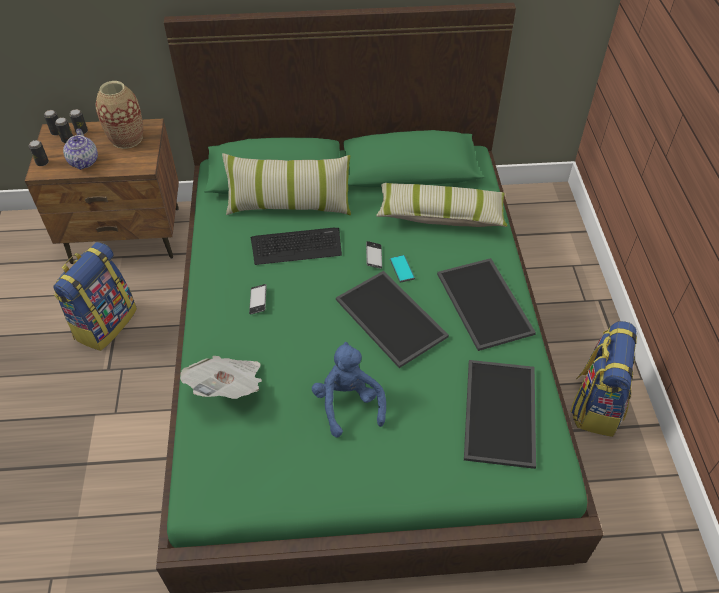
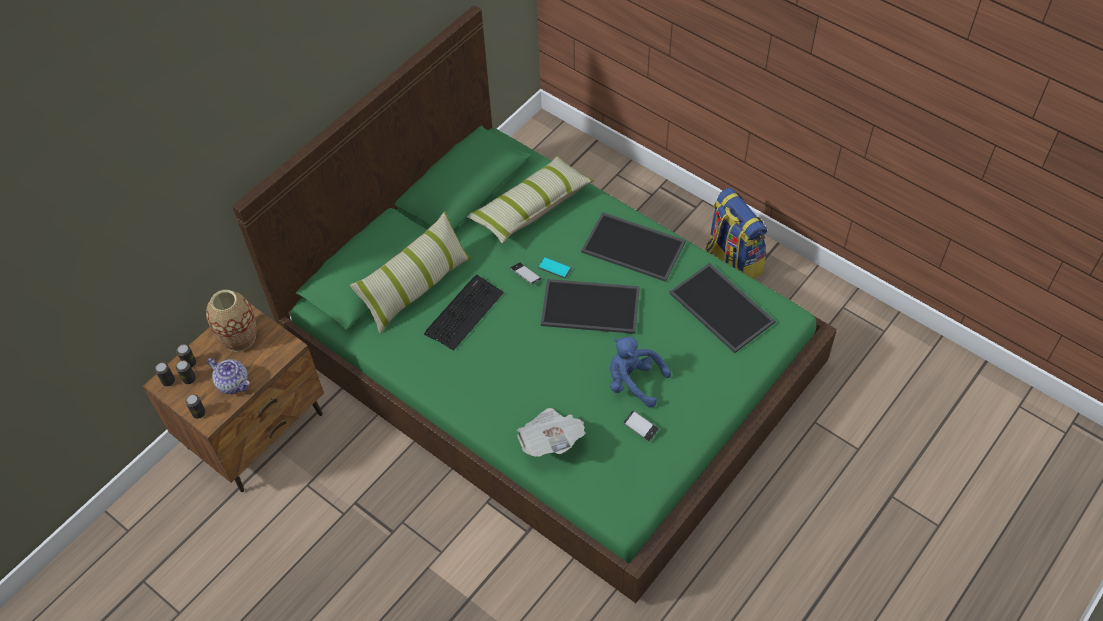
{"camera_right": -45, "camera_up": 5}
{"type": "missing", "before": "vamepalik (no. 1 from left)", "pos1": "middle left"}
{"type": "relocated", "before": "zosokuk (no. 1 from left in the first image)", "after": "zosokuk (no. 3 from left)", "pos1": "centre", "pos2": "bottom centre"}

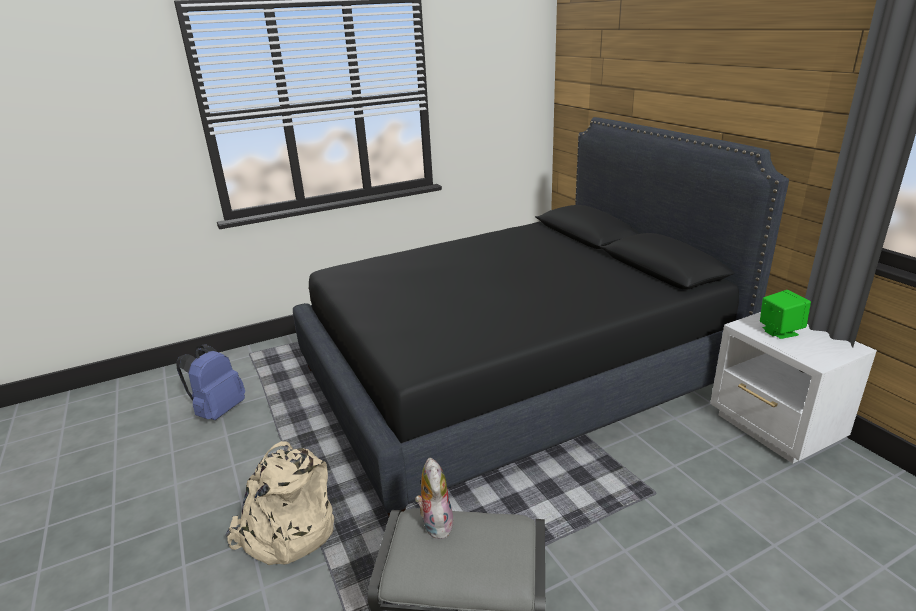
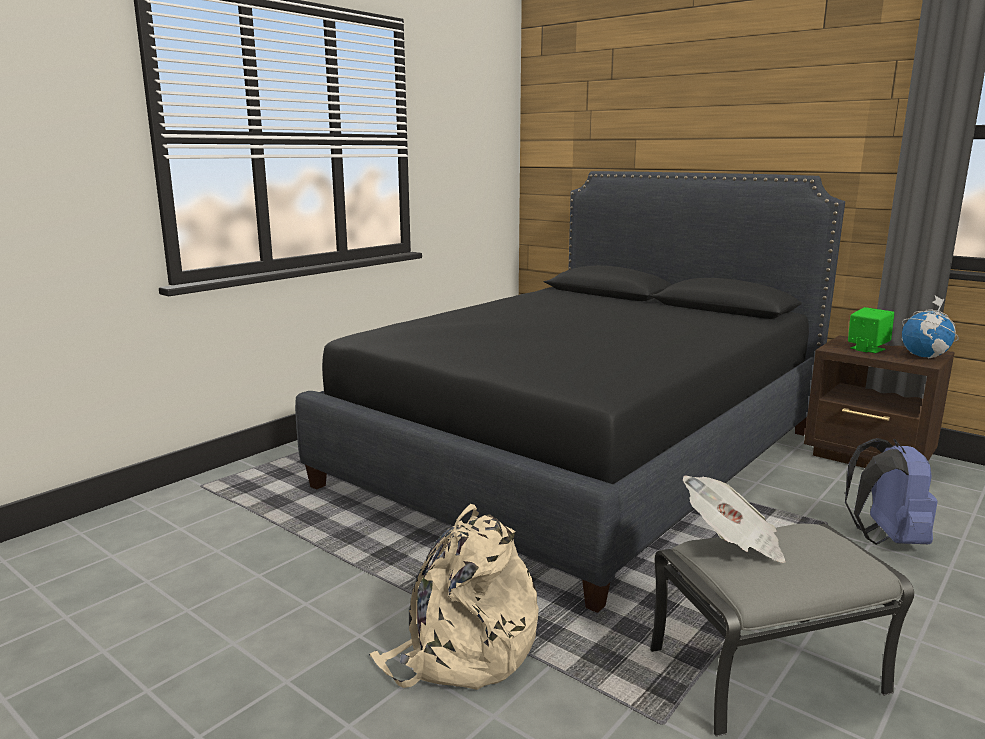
{"camera_right": -25, "camera_up": -10}
{"type": "colour", "before": "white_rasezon", "after": "brown_rasezon", "pos1": "middle right", "pos2": "middle right"}
{"type": "relocated", "before": "blue_vamepalik", "pos1": "middle left", "pos2": "middle right"}
{"type": "exchanged", "before": "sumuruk", "after": "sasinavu", "pos1": "bottom centre", "pos2": "bottom right"}
{"type": "appeared", "after": "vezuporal", "pos2": "middle right"}

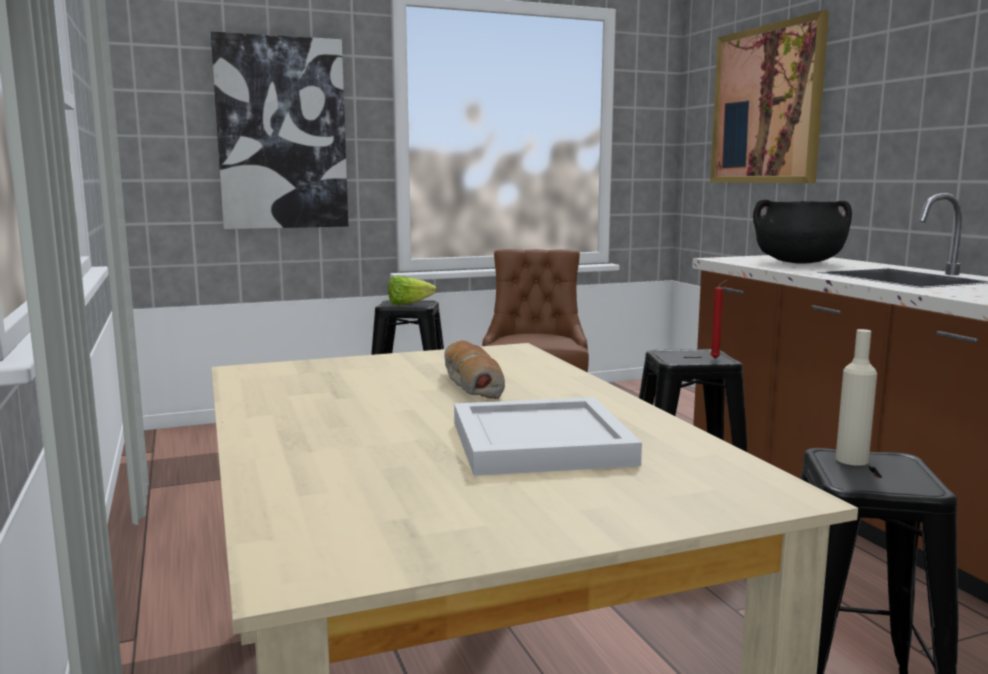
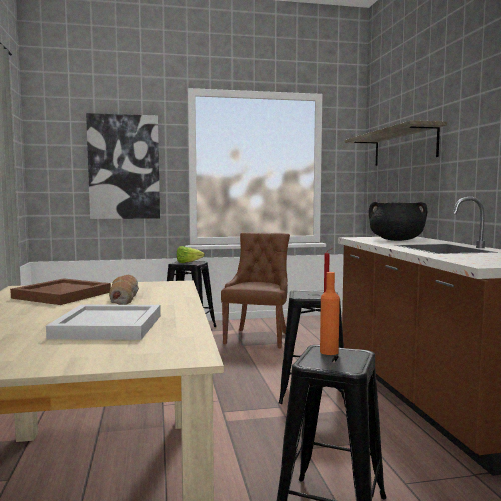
{"camera_right": 10, "camera_up": -5}
{"type": "exchanged", "before": "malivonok (no. 2 from left)", "after": "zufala", "pos1": "top right", "pos2": "top right"}
{"type": "colour", "before": "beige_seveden", "after": "orange_seveden", "pos1": "middle right", "pos2": "centre"}
{"type": "appeared", "after": "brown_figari", "pos2": "middle left"}

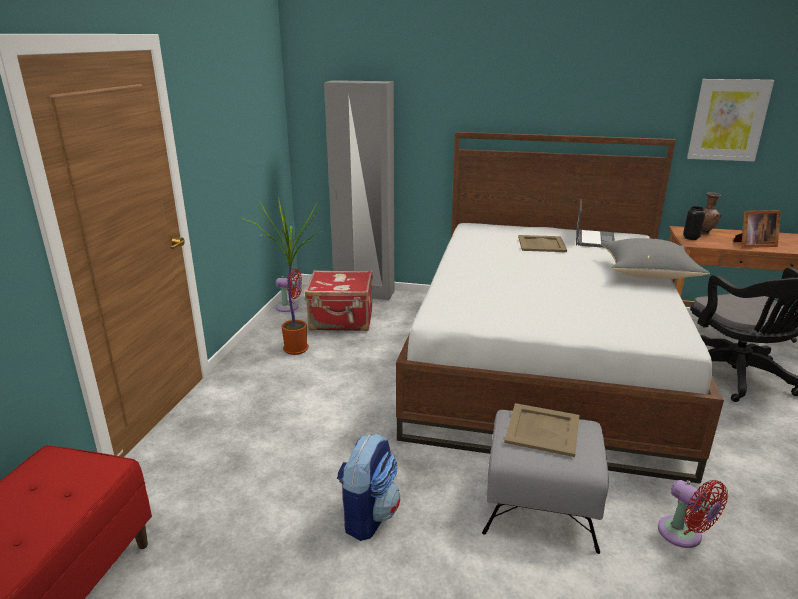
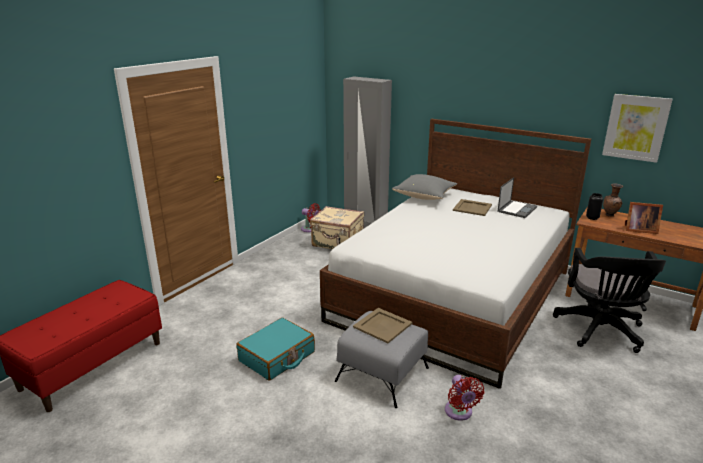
{"camera_right": 20, "camera_up": 0}
{"type": "missing", "before": "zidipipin", "pos1": "centre"}
{"type": "relocated", "before": "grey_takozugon", "pos1": "middle right", "pos2": "centre"}
{"type": "colour", "before": "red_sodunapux", "after": "beige_sodunapux", "pos1": "centre", "pos2": "centre"}
{"type": "exchanged", "before": "vamepalik", "after": "turquoise_sodunapux", "pos1": "bottom centre", "pos2": "bottom centre"}

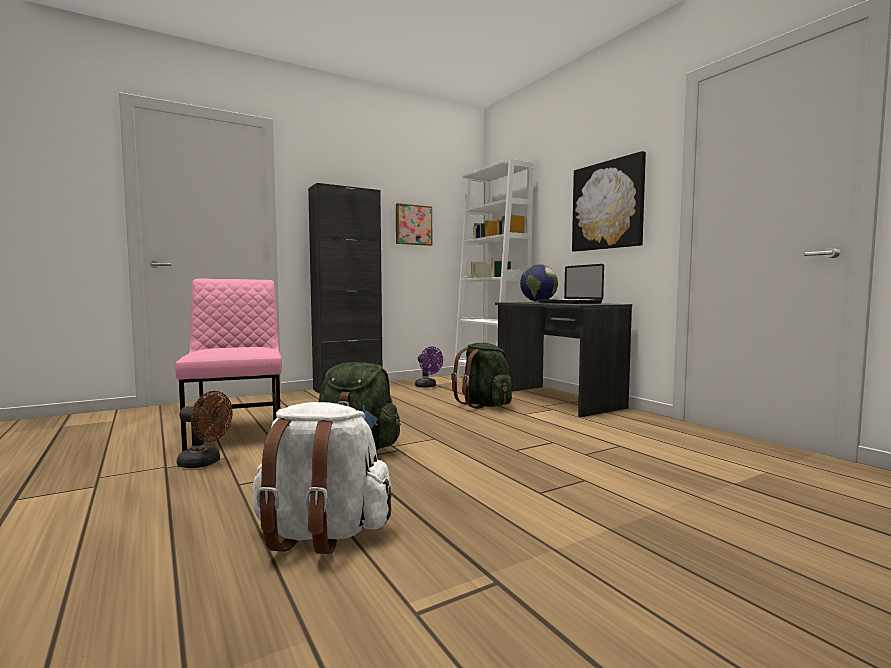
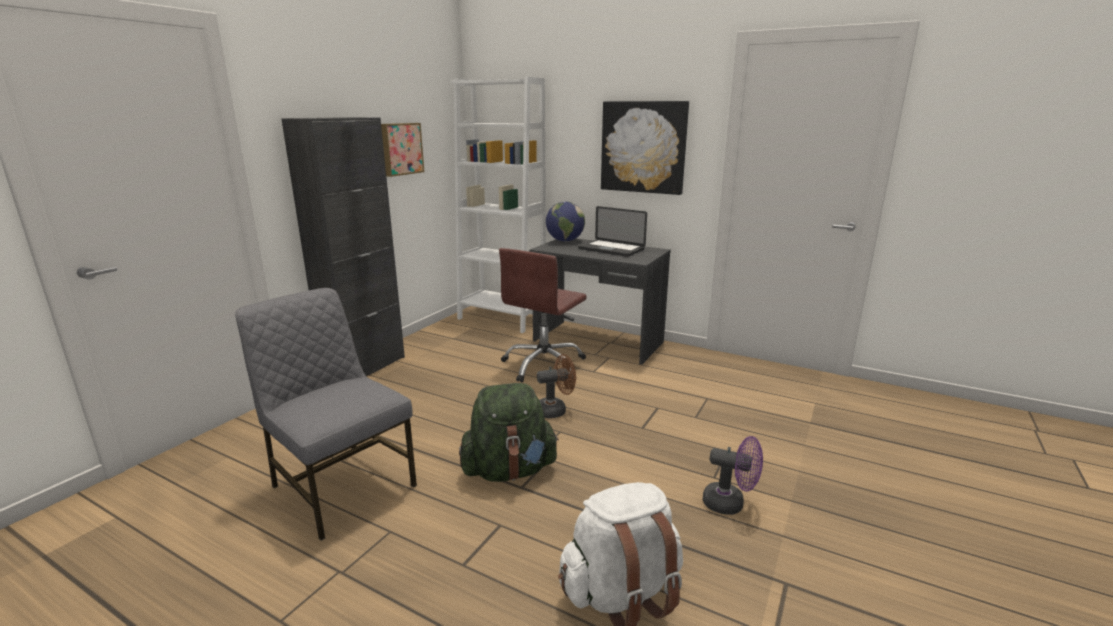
{"camera_right": -30, "camera_up": 15}
{"type": "colour", "before": "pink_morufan", "after": "grey_morufan", "pos1": "middle left", "pos2": "middle left"}
{"type": "exchanged", "before": "green_vamepalik (no. 2 from left)", "after": "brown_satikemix", "pos1": "centre", "pos2": "centre"}
{"type": "relocated", "before": "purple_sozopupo", "pos1": "centre", "pos2": "bottom centre"}
{"type": "relocated", "before": "brown_sozopupo", "pos1": "middle left", "pos2": "centre"}

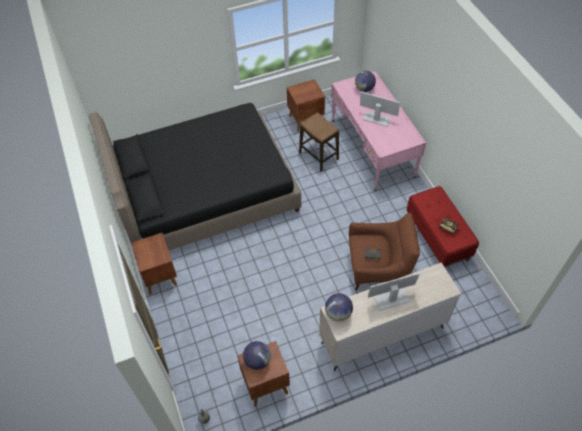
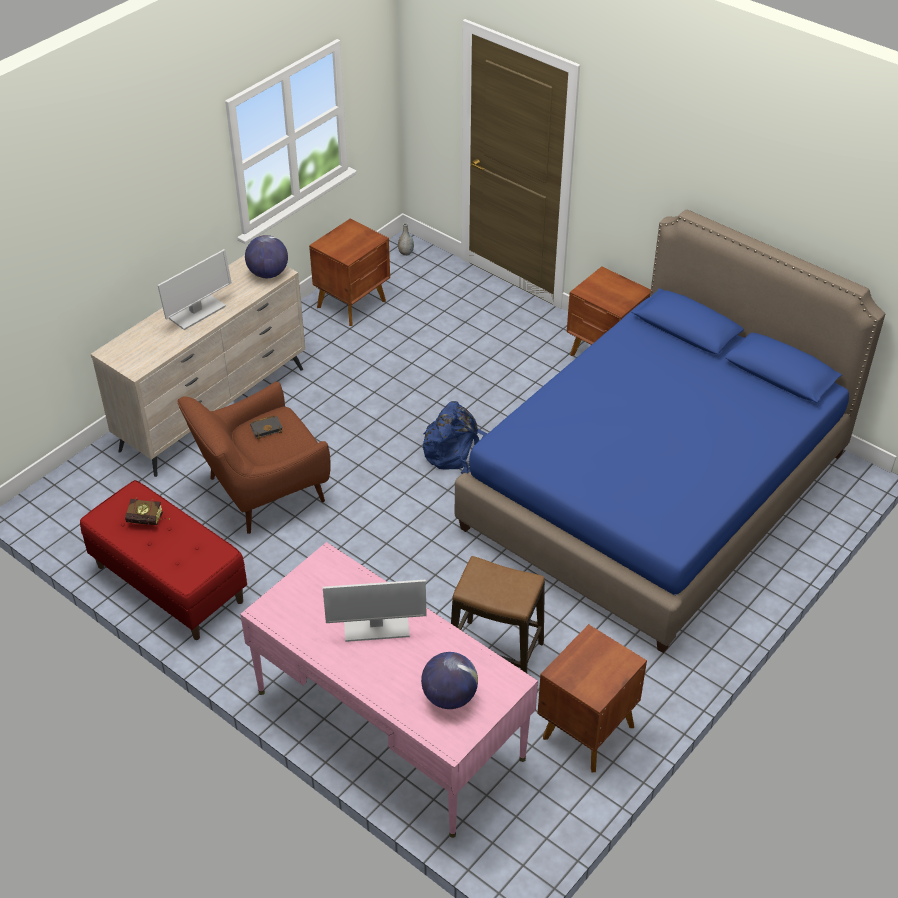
{"camera_right": 150, "camera_up": -10}
{"type": "colour", "before": "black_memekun", "after": "blue_memekun", "pos1": "centre", "pos2": "middle right"}
{"type": "missing", "before": "vezuporal (no. 1 from left)", "pos1": "bottom centre"}
{"type": "appeared", "after": "blue_vamepalik", "pos2": "centre"}

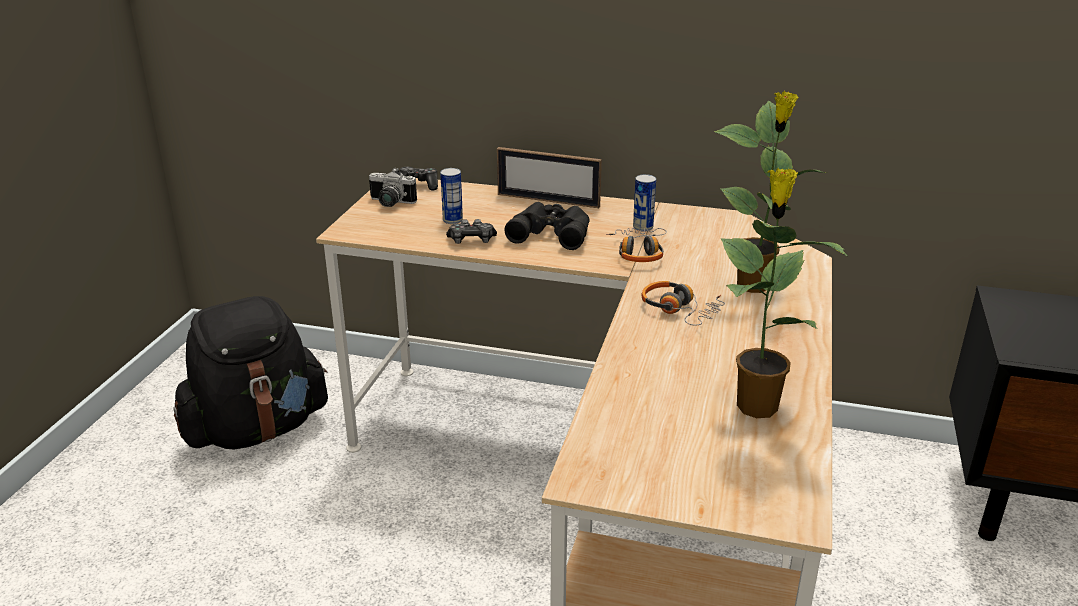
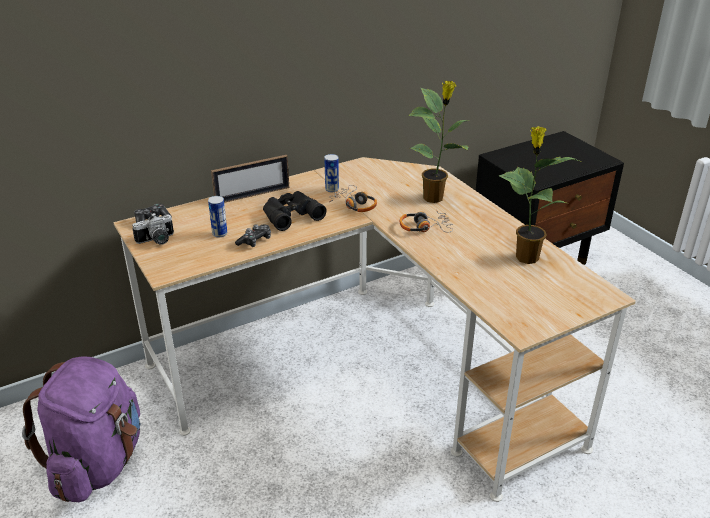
{"camera_right": -45, "camera_up": 5}
{"type": "colour", "before": "black_vamepalik", "after": "purple_vamepalik", "pos1": "middle left", "pos2": "bottom left"}

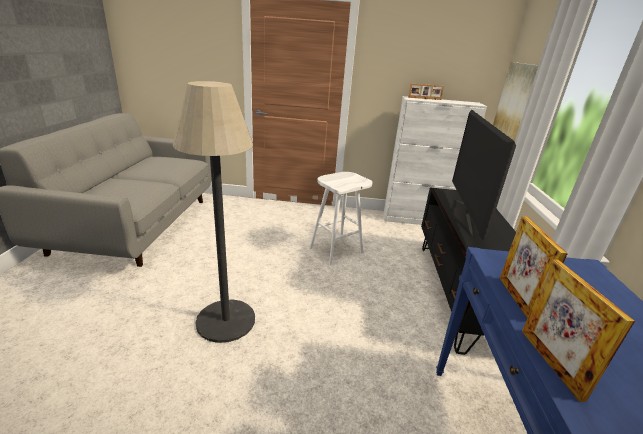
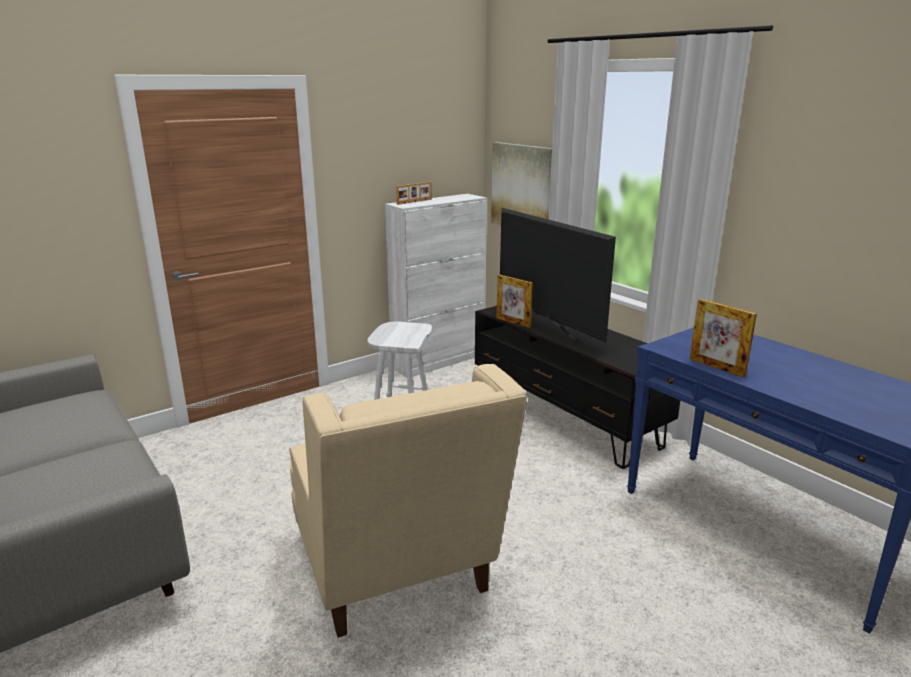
{"camera_right": -40, "camera_up": -5}
{"type": "exchanged", "before": "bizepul", "after": "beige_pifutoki", "pos1": "middle left", "pos2": "bottom centre"}
{"type": "relocated", "before": "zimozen (no. 3 from left in the first image)", "after": "zimozen (no. 2 from left)", "pos1": "bottom right", "pos2": "centre"}

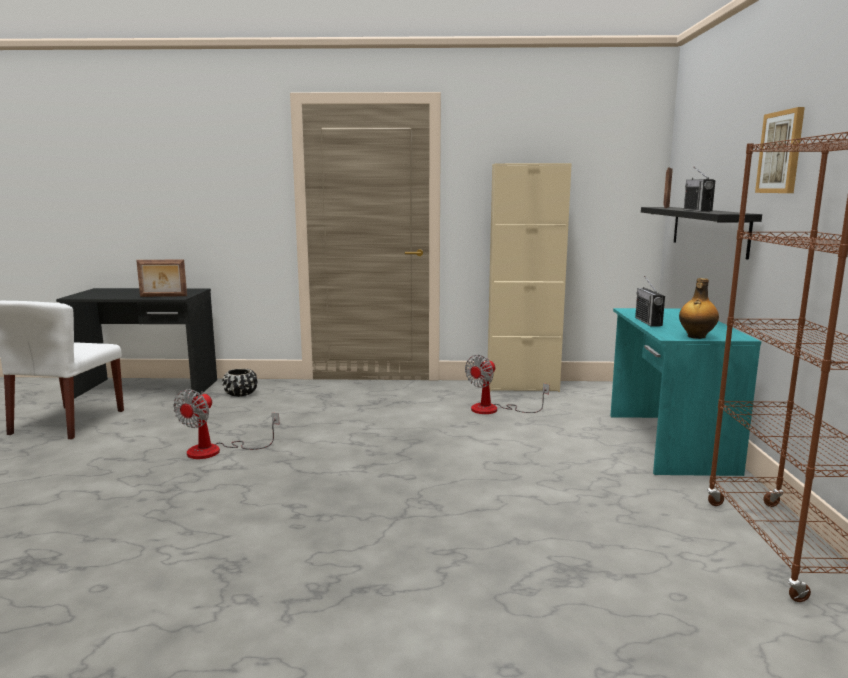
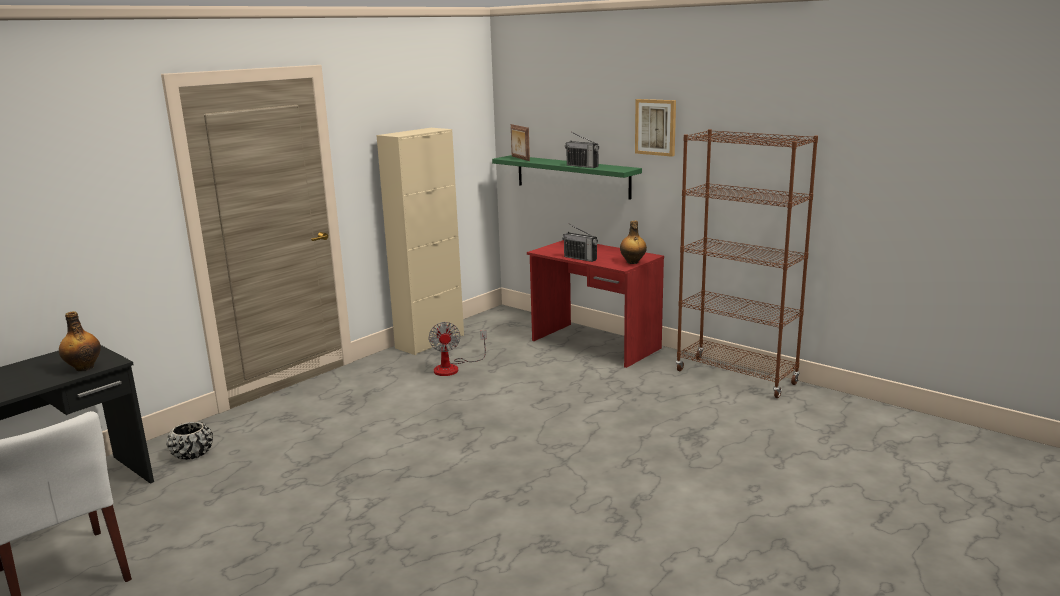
{"camera_right": -50, "camera_up": 5}
{"type": "colour", "before": "black_zufala", "after": "green_zufala", "pos1": "middle right", "pos2": "top centre"}
{"type": "exchanged", "before": "zimozen (no. 1 from left)", "after": "seveden (no. 1 from left)", "pos1": "middle left", "pos2": "middle left"}
{"type": "colour", "before": "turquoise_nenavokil", "after": "red_nenavokil", "pos1": "middle right", "pos2": "centre"}
{"type": "missing", "before": "sozopupo (no. 1 from left)", "pos1": "middle left"}

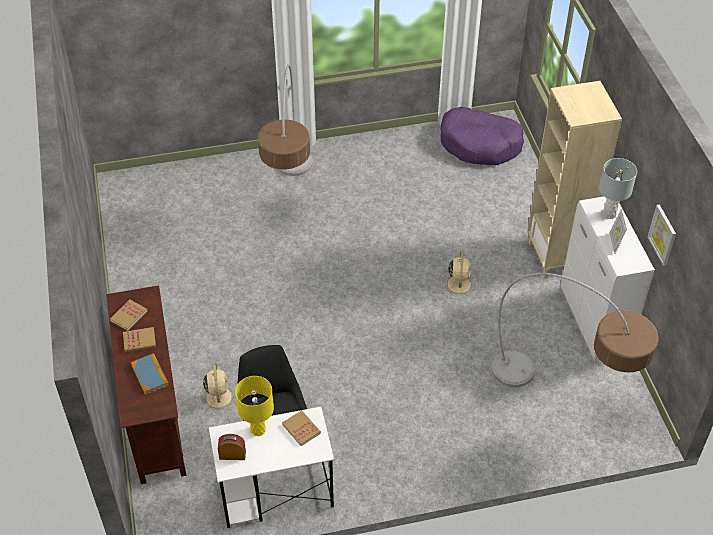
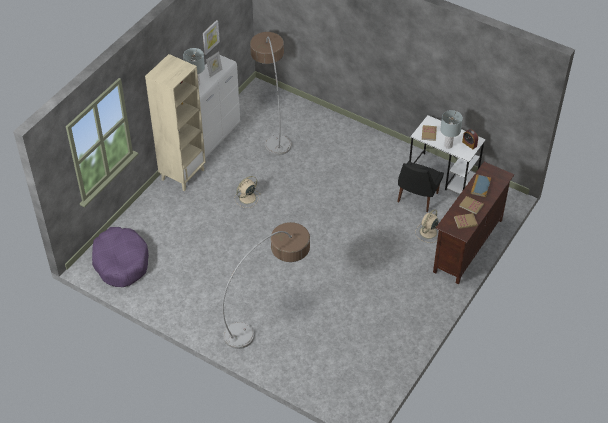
{"camera_right": -135, "camera_up": 0}
{"type": "colour", "before": "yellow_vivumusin", "after": "grey_vivumusin (no. 2 from left)", "pos1": "bottom centre", "pos2": "top right"}

